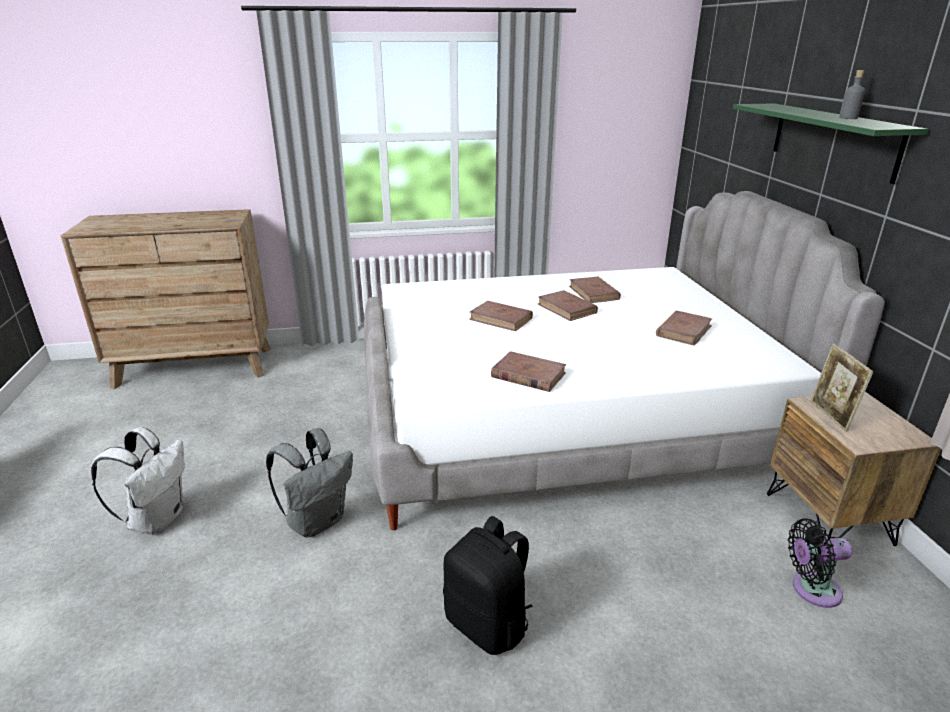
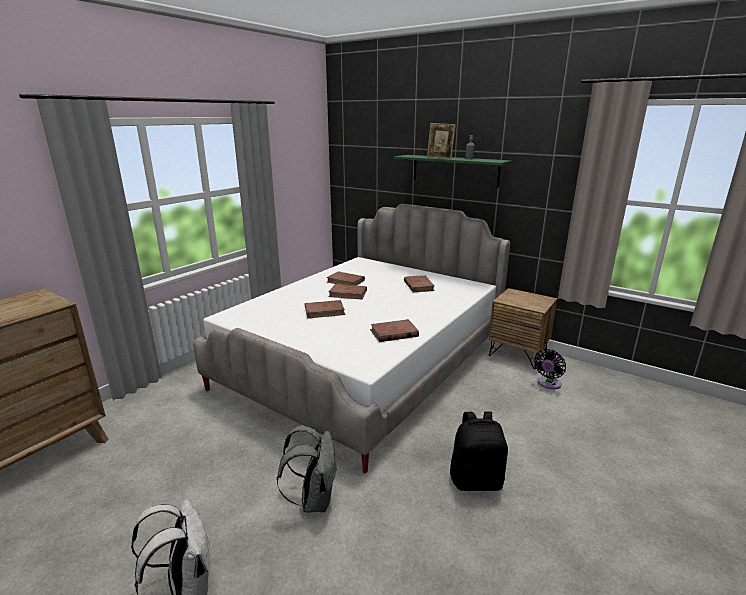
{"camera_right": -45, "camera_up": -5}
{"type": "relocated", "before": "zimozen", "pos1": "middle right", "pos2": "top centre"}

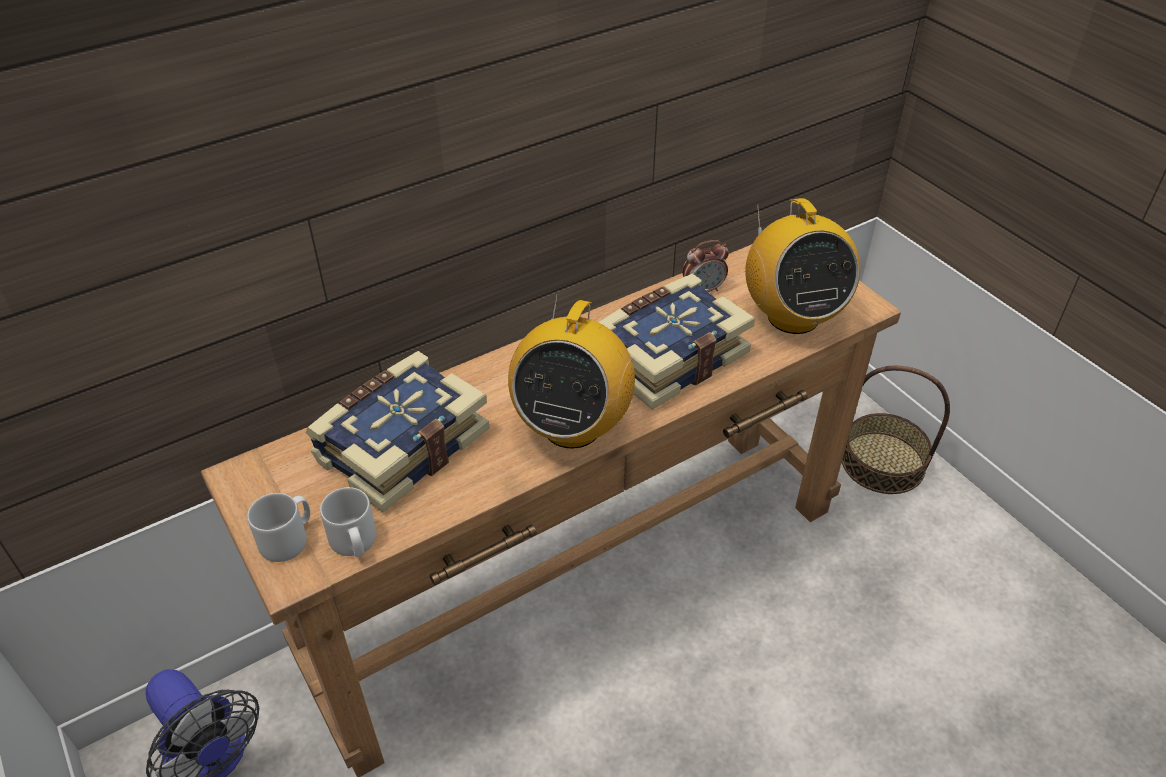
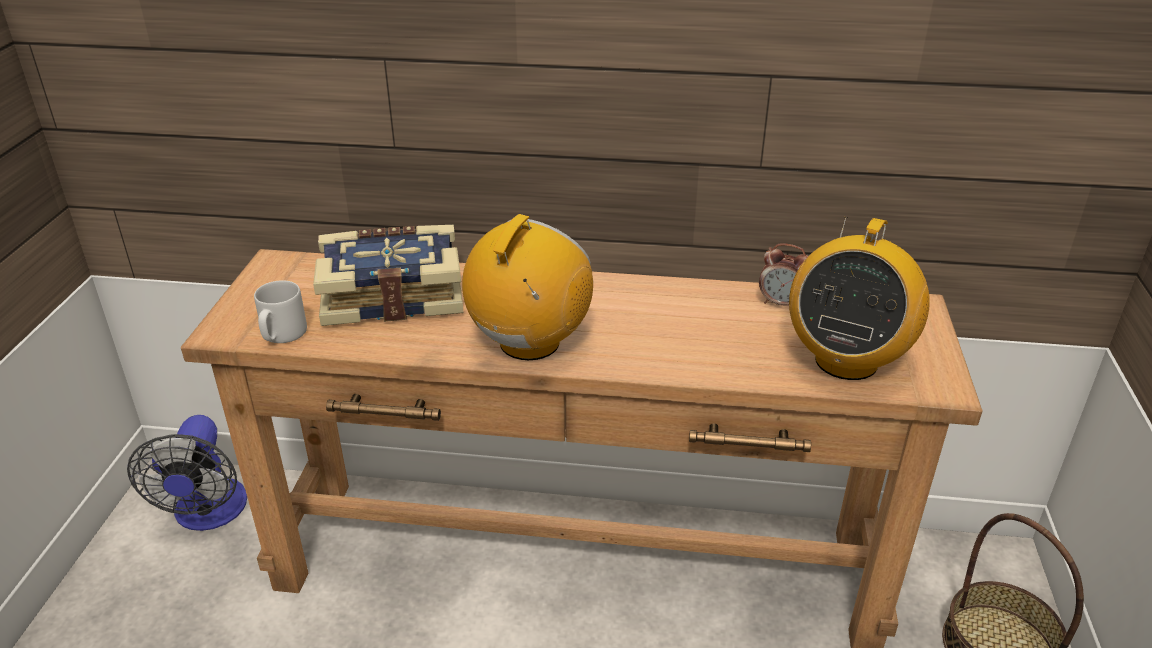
{"camera_right": 40, "camera_up": -10}
{"type": "missing", "before": "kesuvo (no. 2 from left)", "pos1": "centre"}
{"type": "spun", "before": "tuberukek (no. 1 from left)", "pos1": "centre", "pos2": "centre", "turn": 150}
{"type": "missing", "before": "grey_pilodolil (no. 1 from left)", "pos1": "bottom left"}

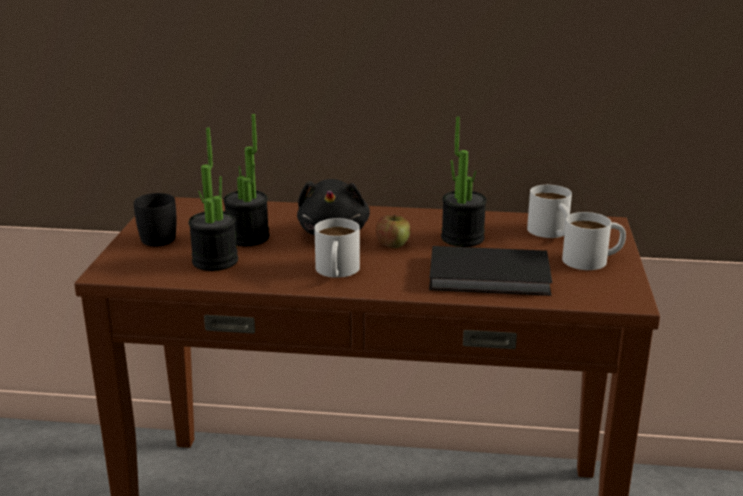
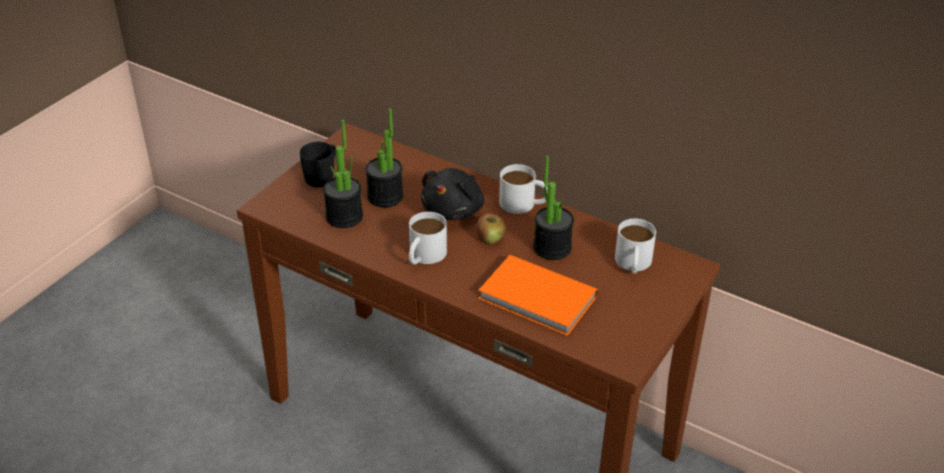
{"camera_right": 25, "camera_up": 15}
{"type": "relocated", "before": "white_pilodolil (no. 3 from left in the first image)", "after": "white_pilodolil (no. 2 from left)", "pos1": "middle right", "pos2": "centre"}
{"type": "colour", "before": "black_kesuvo", "after": "orange_kesuvo", "pos1": "centre", "pos2": "centre"}

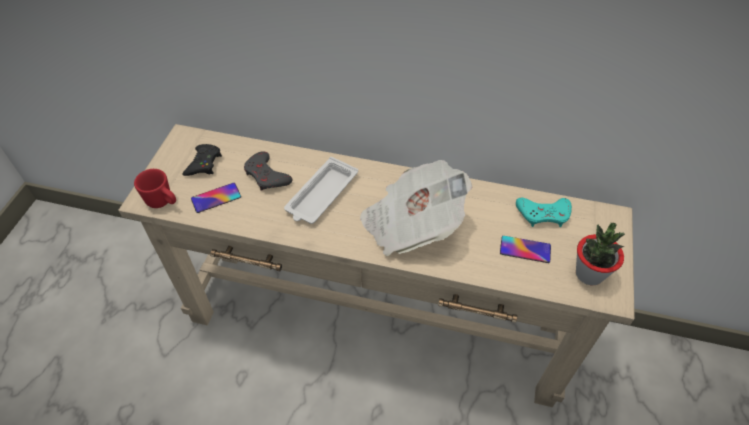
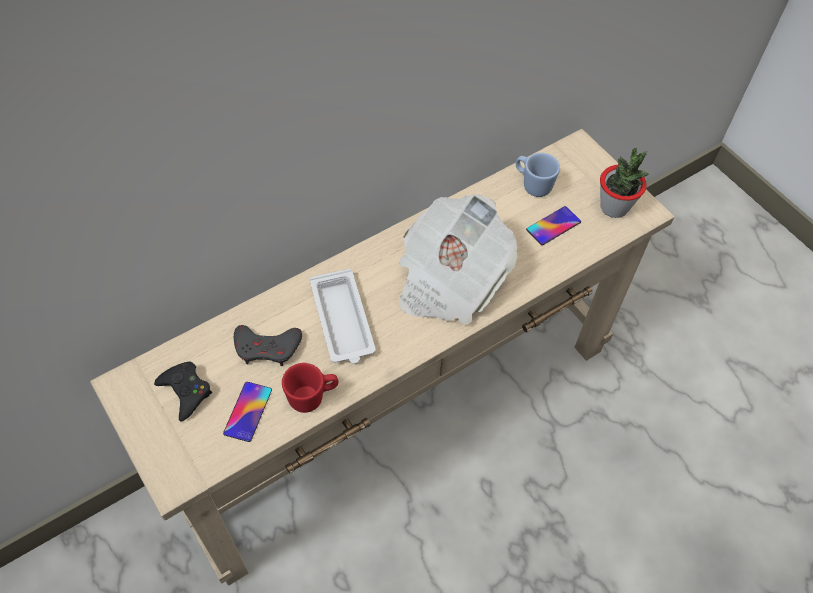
{"camera_right": -50, "camera_up": 5}
{"type": "relocated", "before": "red_pilodolil", "pos1": "middle left", "pos2": "centre"}
{"type": "exchanged", "before": "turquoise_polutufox", "after": "blue_pilodolil", "pos1": "middle right", "pos2": "top centre"}

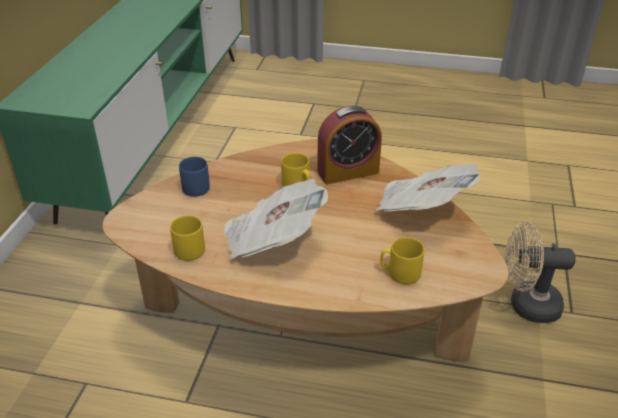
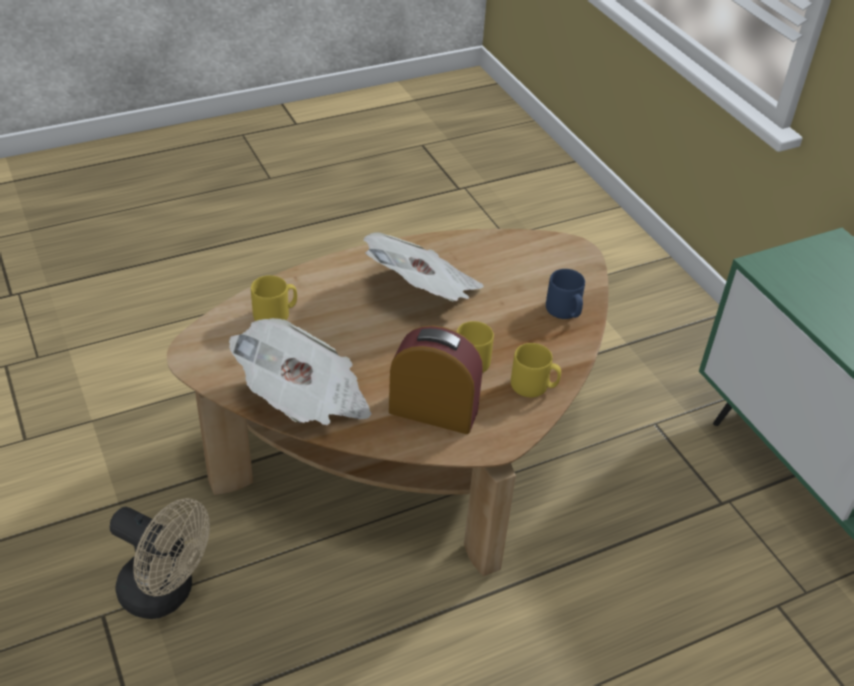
{"camera_right": 140, "camera_up": 5}
{"type": "spun", "before": "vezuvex", "pos1": "centre", "pos2": "centre", "turn": 75}
{"type": "relocated", "before": "yellow_pilodolil (no. 1 from left in the first image)", "after": "yellow_pilodolil (no. 3 from left)", "pos1": "middle left", "pos2": "centre"}
{"type": "spun", "before": "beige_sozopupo", "pos1": "middle right", "pos2": "bottom left", "turn": 60}

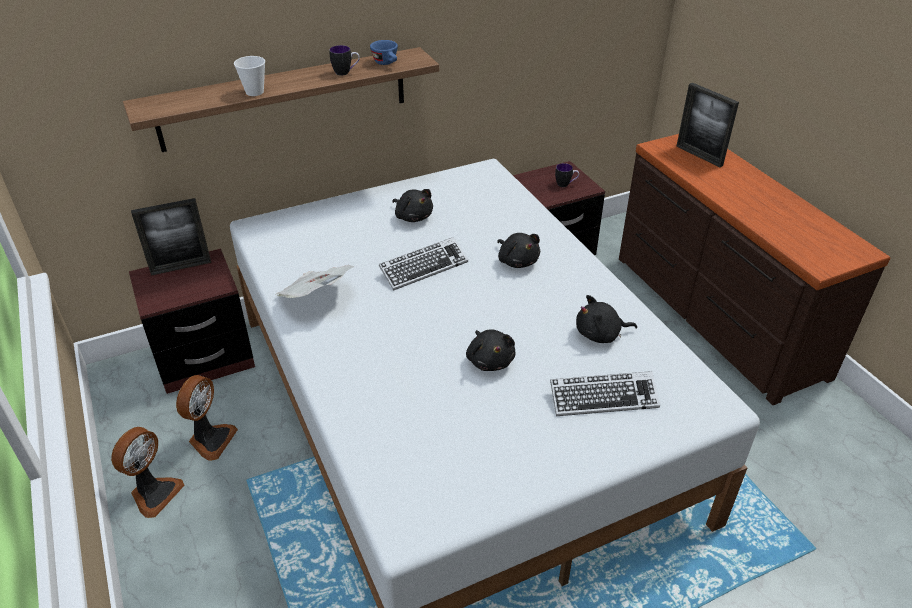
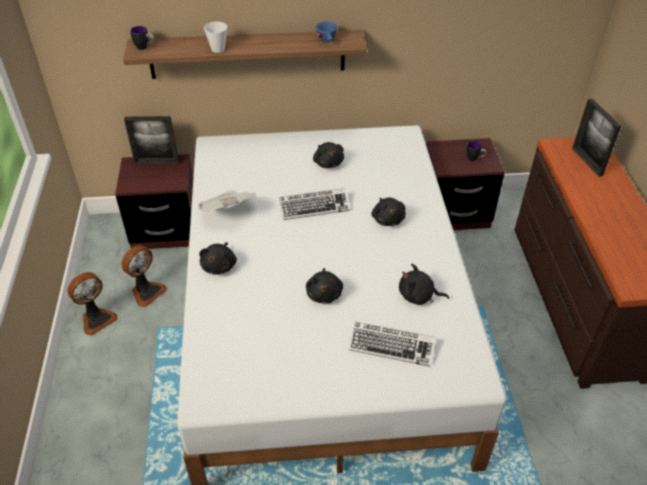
{"camera_right": 20, "camera_up": 5}
{"type": "relocated", "before": "pilodolil (no. 1 from left)", "pos1": "top centre", "pos2": "top left"}
{"type": "appeared", "after": "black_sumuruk (no. 1 from left)", "pos2": "centre"}

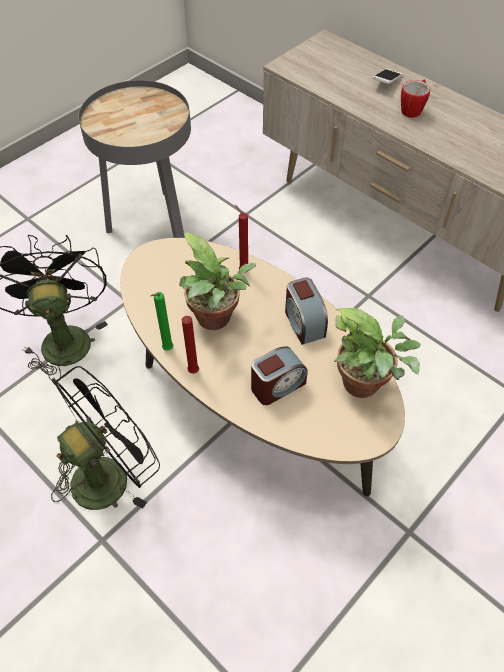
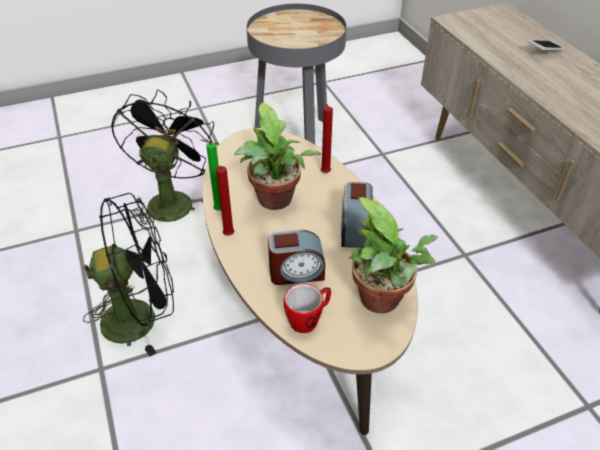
{"camera_right": 25, "camera_up": -10}
{"type": "relocated", "before": "pilodolil", "pos1": "top right", "pos2": "bottom centre"}

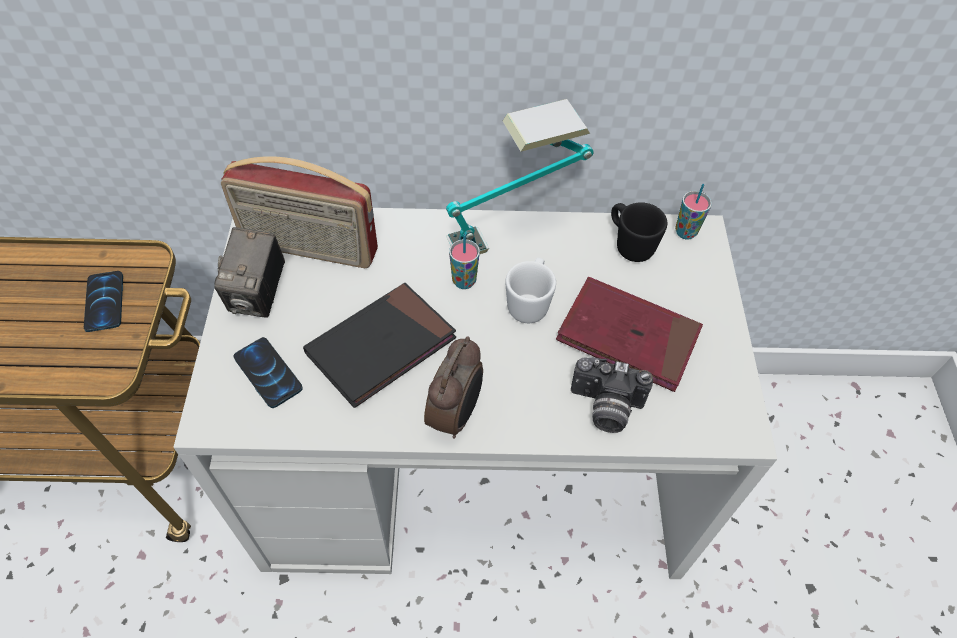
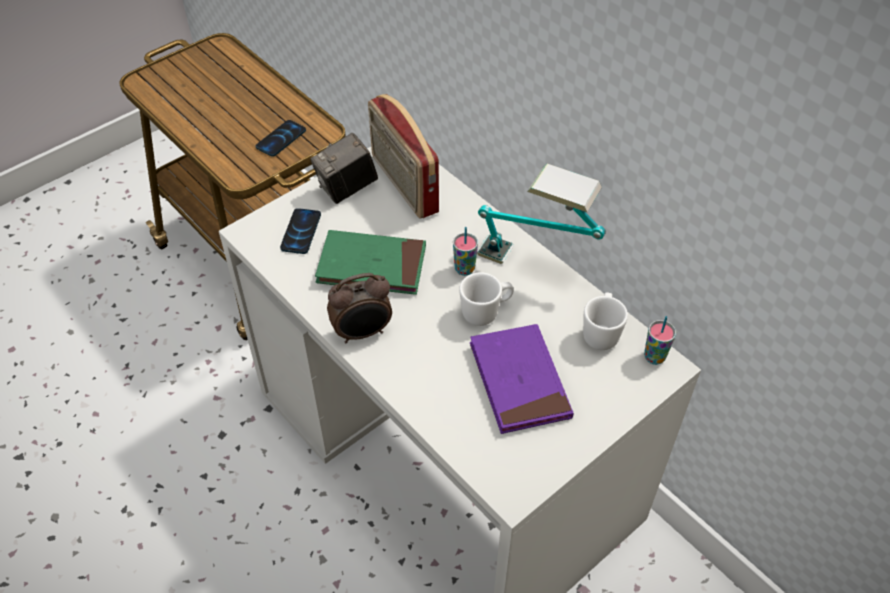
{"camera_right": 50, "camera_up": -5}
{"type": "colour", "before": "black_pilodolil", "after": "white_pilodolil (no. 2 from left)", "pos1": "middle right", "pos2": "middle right"}
{"type": "colour", "before": "red_kesuvo", "after": "purple_kesuvo", "pos1": "centre", "pos2": "centre"}
{"type": "colour", "before": "black_kesuvo", "after": "green_kesuvo", "pos1": "centre", "pos2": "centre"}
{"type": "missing", "before": "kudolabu (no. 2 from left)", "pos1": "centre"}

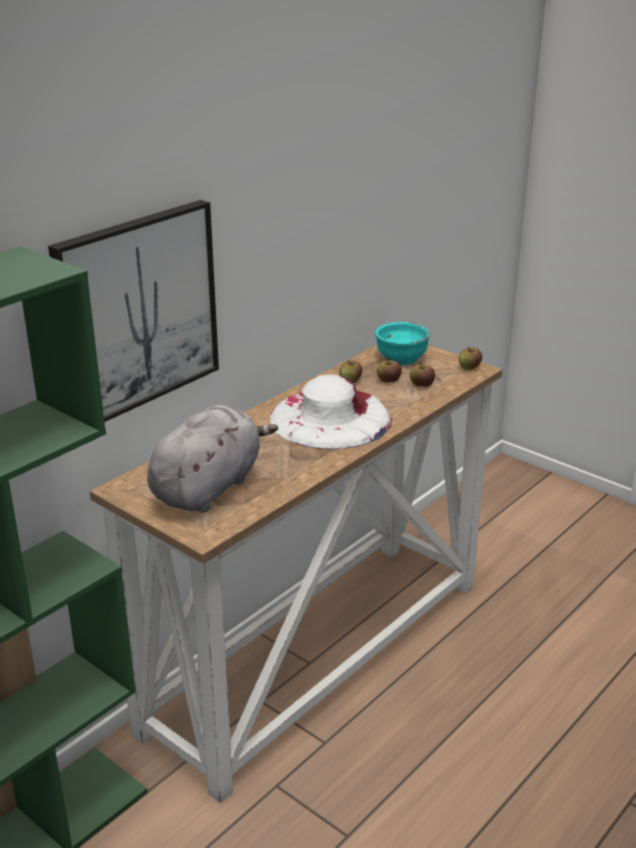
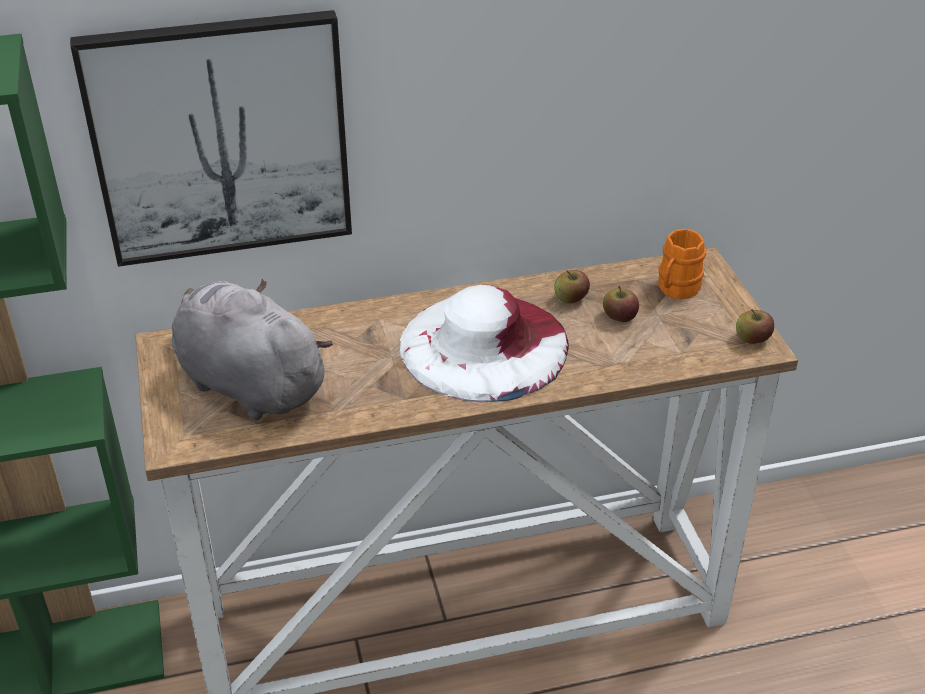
{"camera_right": 35, "camera_up": 10}
{"type": "exchanged", "before": "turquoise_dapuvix", "after": "orange_pilodolil", "pos1": "centre", "pos2": "middle right"}
{"type": "missing", "before": "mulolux (no. 3 from left)", "pos1": "centre"}
{"type": "spun", "before": "grey_sumuruk", "pos1": "centre", "pos2": "middle left", "turn": -120}

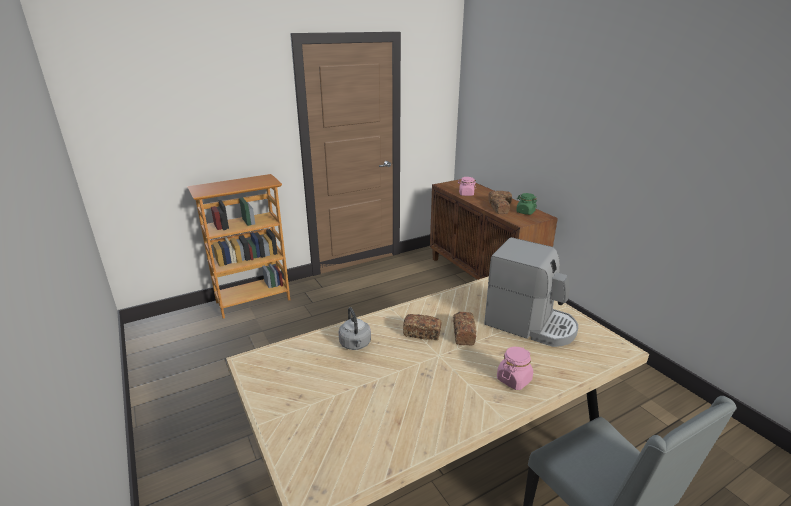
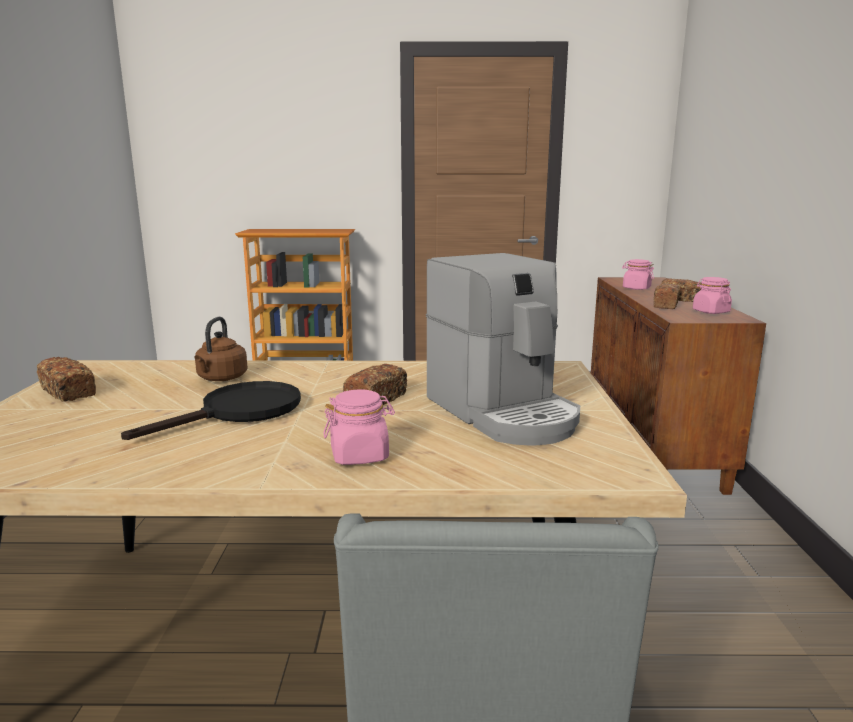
{"camera_right": 30, "camera_up": -10}
{"type": "colour", "before": "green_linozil", "after": "pink_linozil (no. 3 from left)", "pos1": "centre", "pos2": "middle right"}
{"type": "colour", "before": "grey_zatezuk", "after": "brown_zatezuk", "pos1": "centre", "pos2": "middle left"}
{"type": "relocated", "before": "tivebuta (no. 1 from left)", "pos1": "centre", "pos2": "middle left"}
{"type": "appeared", "after": "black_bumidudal", "pos2": "middle left"}

